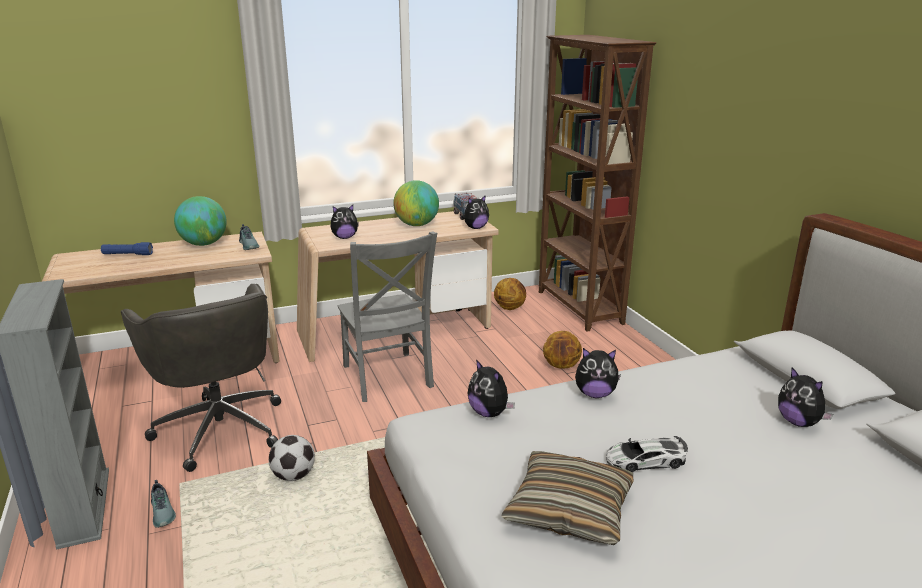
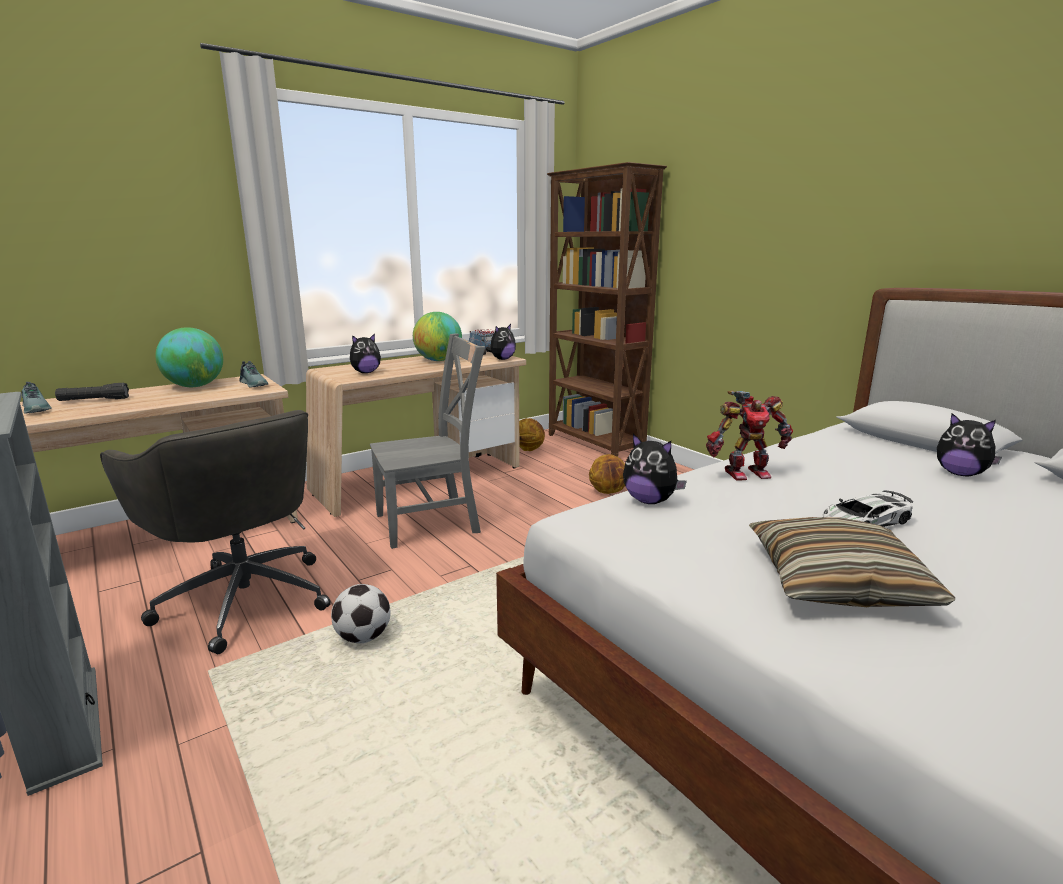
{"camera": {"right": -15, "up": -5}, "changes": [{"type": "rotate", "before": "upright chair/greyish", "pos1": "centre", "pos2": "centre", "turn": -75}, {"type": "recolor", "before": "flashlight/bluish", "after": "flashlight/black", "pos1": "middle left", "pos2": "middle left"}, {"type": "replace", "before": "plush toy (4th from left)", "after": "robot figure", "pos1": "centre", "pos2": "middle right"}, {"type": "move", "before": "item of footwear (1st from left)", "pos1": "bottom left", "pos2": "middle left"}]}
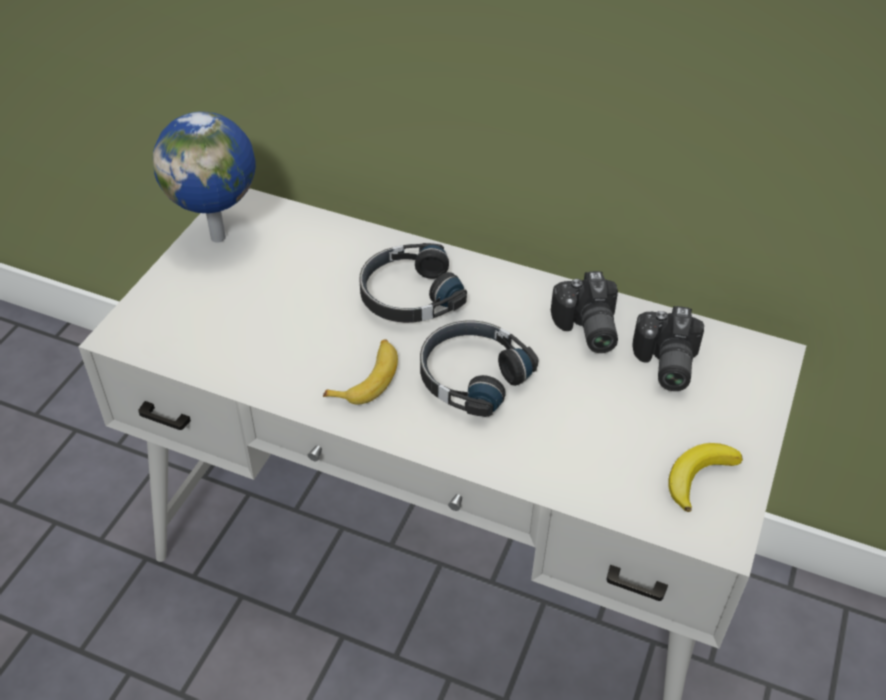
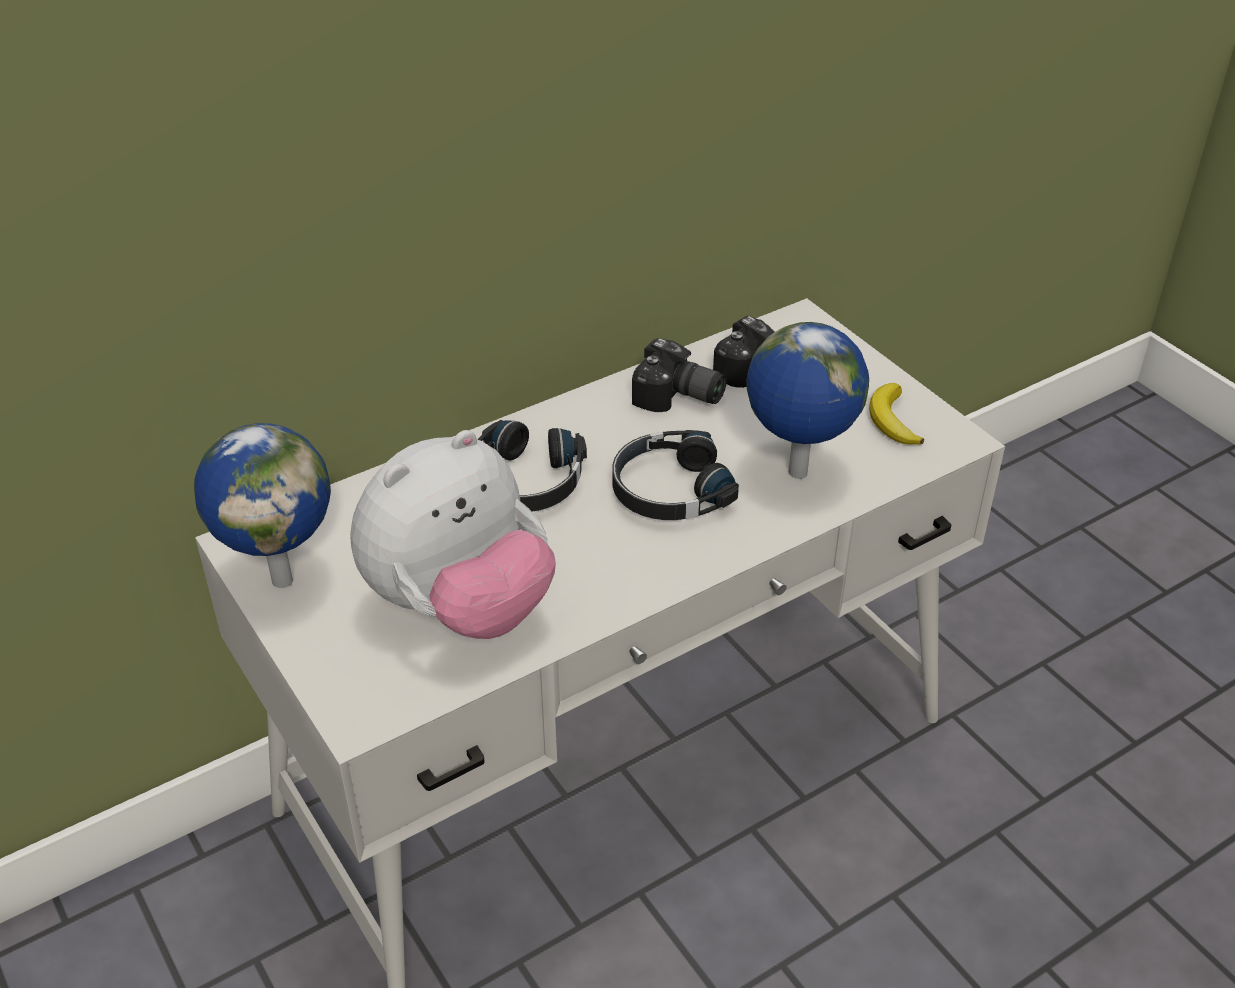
{"camera": {"right": -55, "up": -5}, "changes": [{"type": "delete", "before": "whole banana (1st from left)", "pos1": "centre"}, {"type": "insert", "after": "desk globe (2nd from left)", "pos2": "centre"}, {"type": "insert", "after": "plush toy", "pos2": "centre"}]}
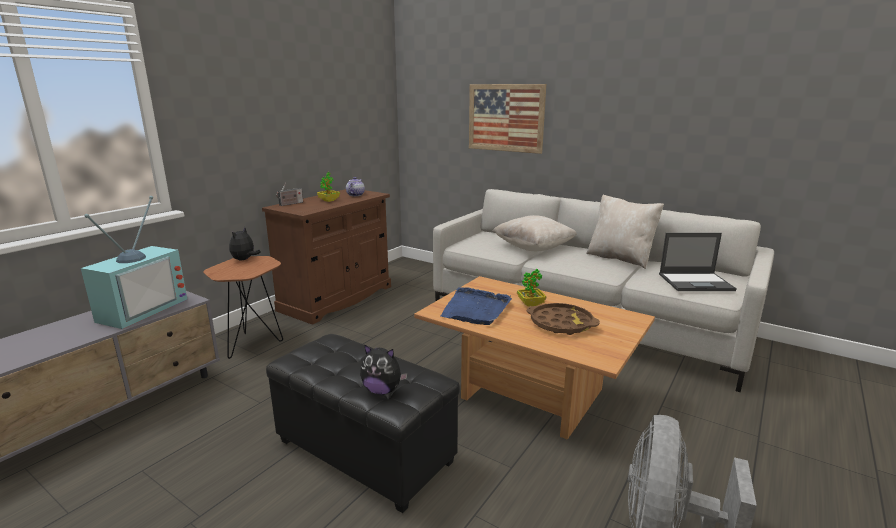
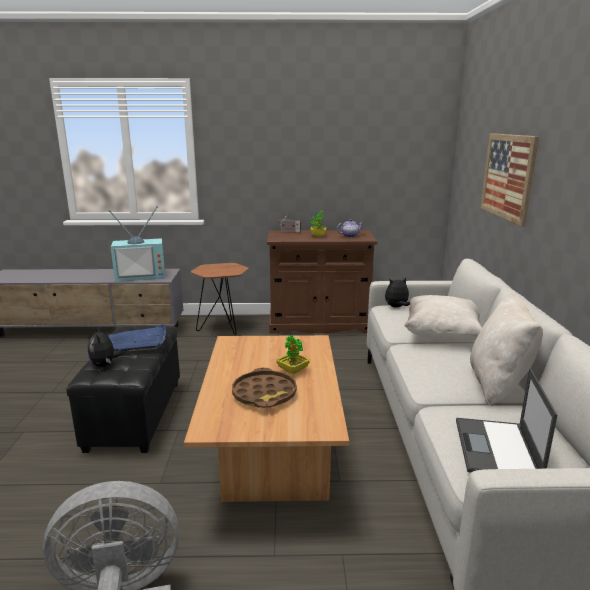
{"camera": {"right": 55, "up": 0}, "changes": [{"type": "move", "before": "plush toy (1st from left in the first image)", "after": "plush toy (2nd from left)", "pos1": "middle left", "pos2": "middle right"}, {"type": "rotate", "before": "notebook computer", "pos1": "middle right", "pos2": "bottom right", "turn": 45}, {"type": "move", "before": "tray/bluish", "pos1": "centre", "pos2": "middle left"}]}
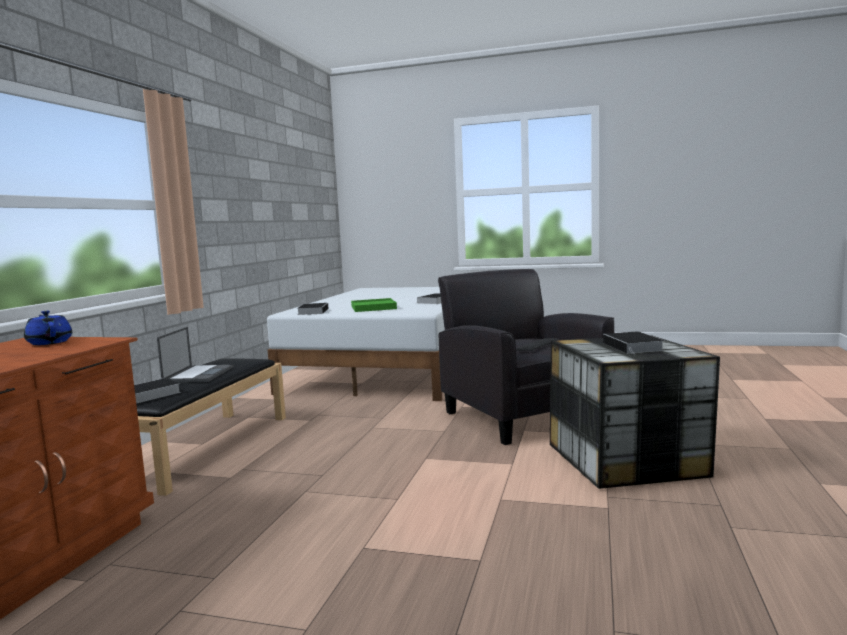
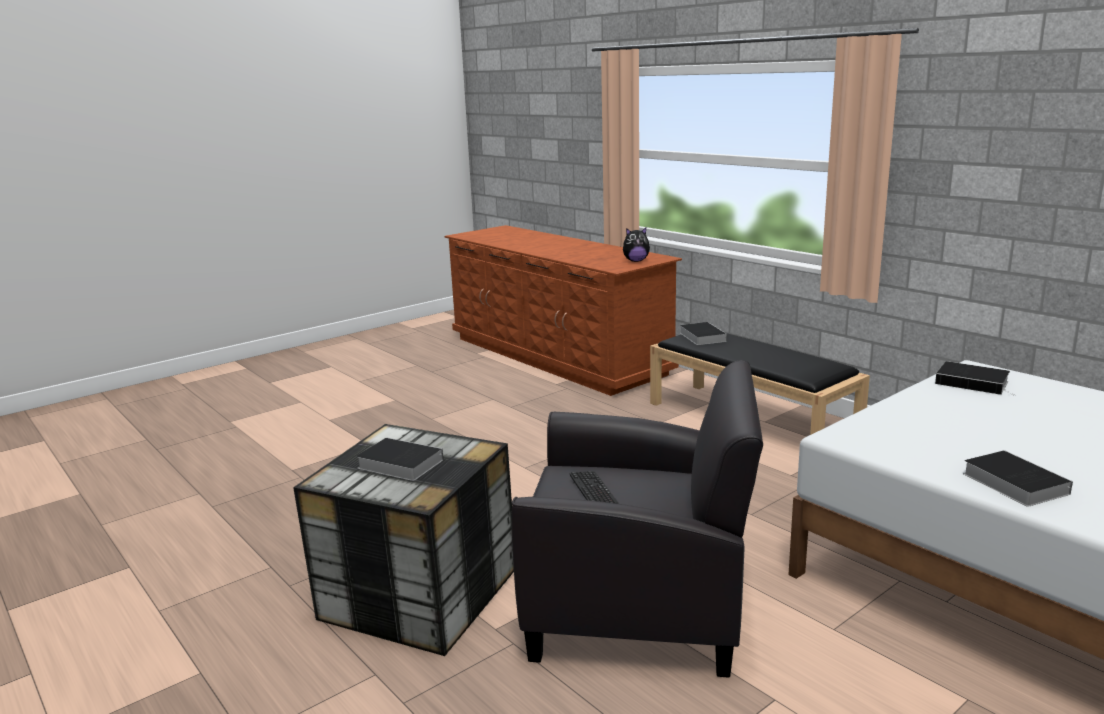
{"camera": {"right": 125, "up": 10}, "changes": [{"type": "delete", "before": "tray/green-coloured", "pos1": "centre"}, {"type": "replace", "before": "pot for tea/bluish", "after": "plush toy", "pos1": "middle left", "pos2": "centre"}, {"type": "delete", "before": "notebook computer", "pos1": "middle left"}]}
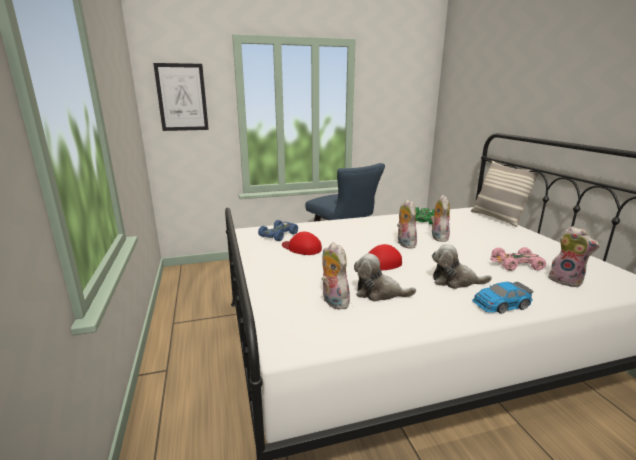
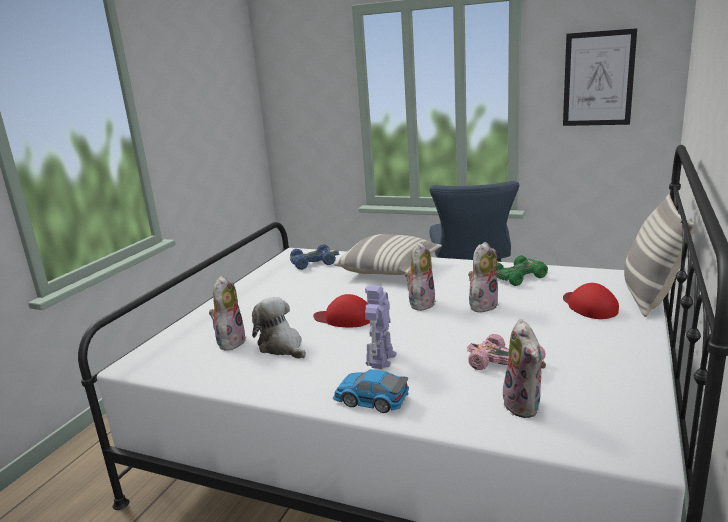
{"camera": {"right": 40, "up": 0}, "changes": [{"type": "move", "before": "wall picture", "pos1": "top left", "pos2": "top right"}, {"type": "move", "before": "peaked cap/red (1st from left in the first image)", "after": "peaked cap/red (2nd from left)", "pos1": "centre", "pos2": "middle right"}, {"type": "replace", "before": "plush toy (5th from left)", "after": "robot figure", "pos1": "middle right", "pos2": "centre"}, {"type": "insert", "after": "cushion (1st from left)", "pos2": "centre"}]}
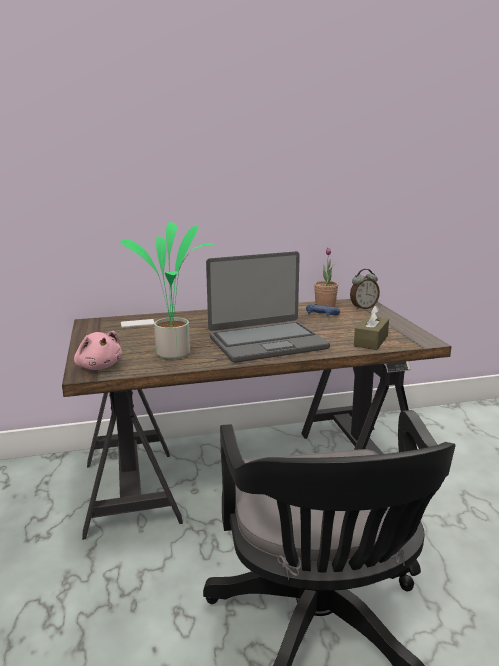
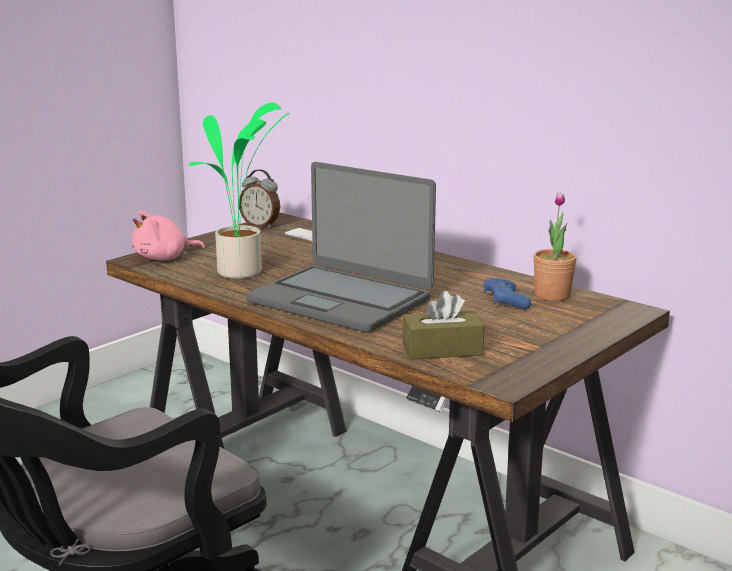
{"camera": {"right": 55, "up": 0}, "changes": [{"type": "move", "before": "alarm clock", "pos1": "middle right", "pos2": "centre"}, {"type": "rotate", "before": "plush toy/pink-coloured", "pos1": "middle left", "pos2": "middle left", "turn": 45}]}
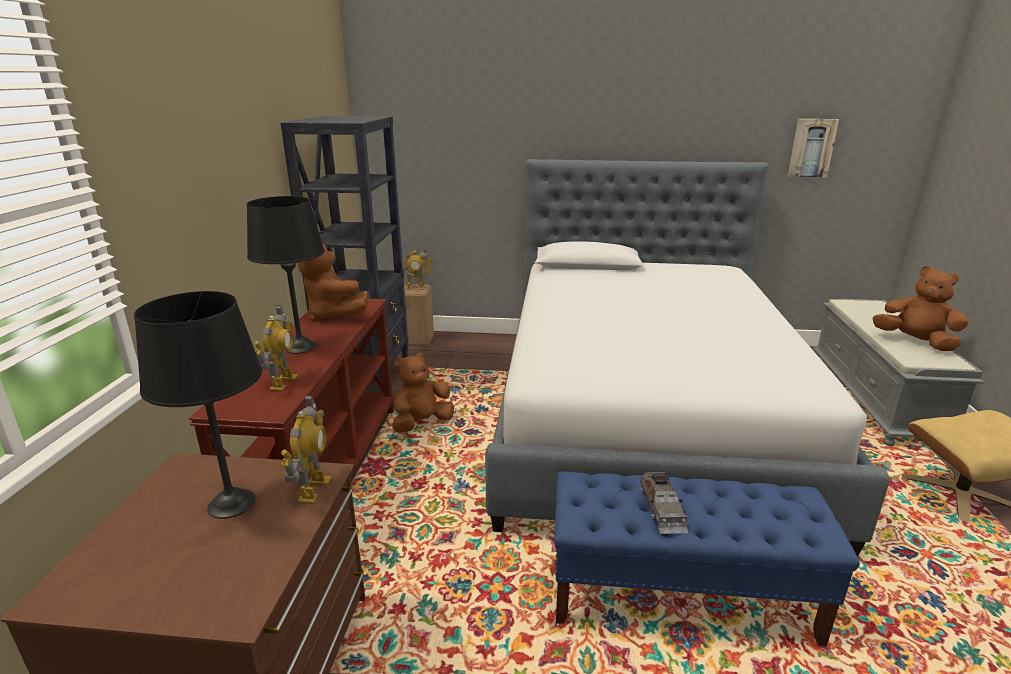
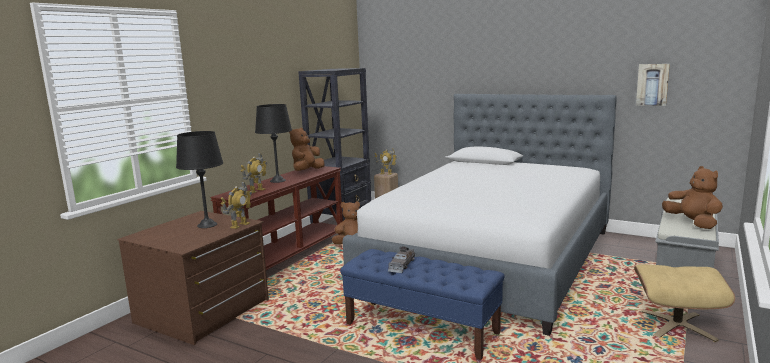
{"camera": {"right": 25, "up": -10}, "changes": [{"type": "rotate", "before": "plush toy/brown (1st from left)", "pos1": "middle left", "pos2": "centre", "turn": 45}]}
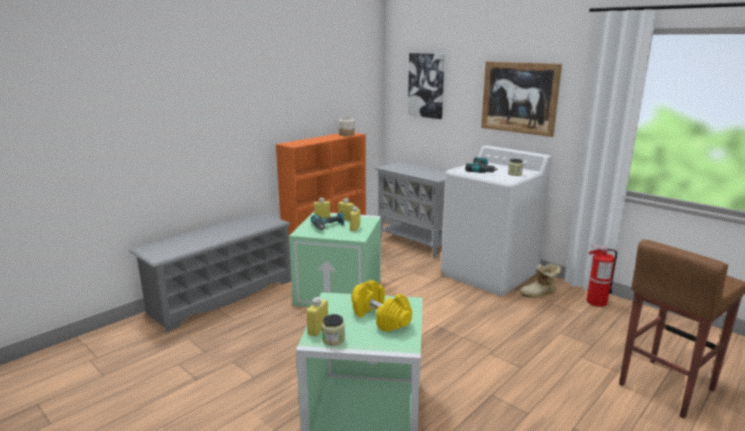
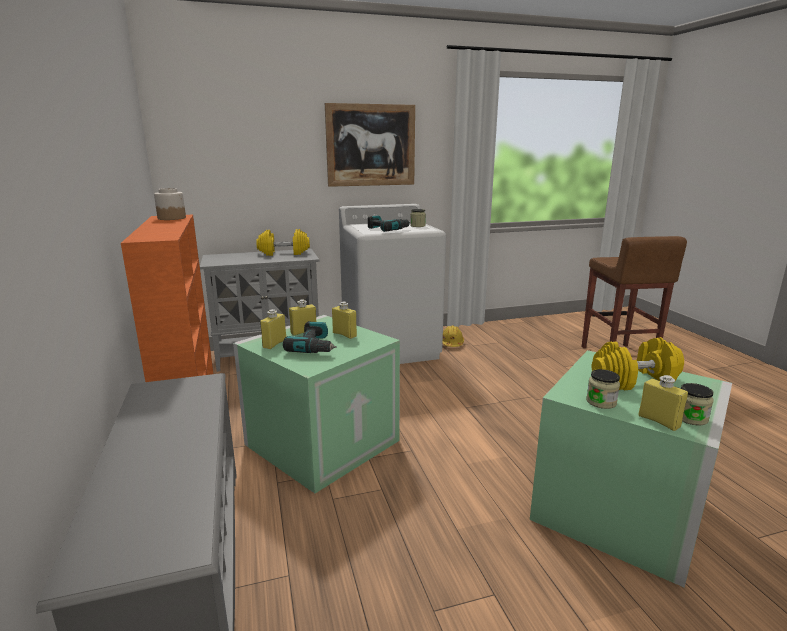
{"camera": {"right": -60, "up": 0}, "changes": [{"type": "delete", "before": "wall picture (1st from left)", "pos1": "top centre"}, {"type": "delete", "before": "extinguisher", "pos1": "middle right"}, {"type": "replace", "before": "boot", "after": "safety helmet/yellow-coloured", "pos1": "middle right", "pos2": "centre"}, {"type": "insert", "after": "free weight/yellow-coloured (1st from left)", "pos2": "centre"}, {"type": "insert", "after": "jar (3rd from left)", "pos2": "middle right"}]}
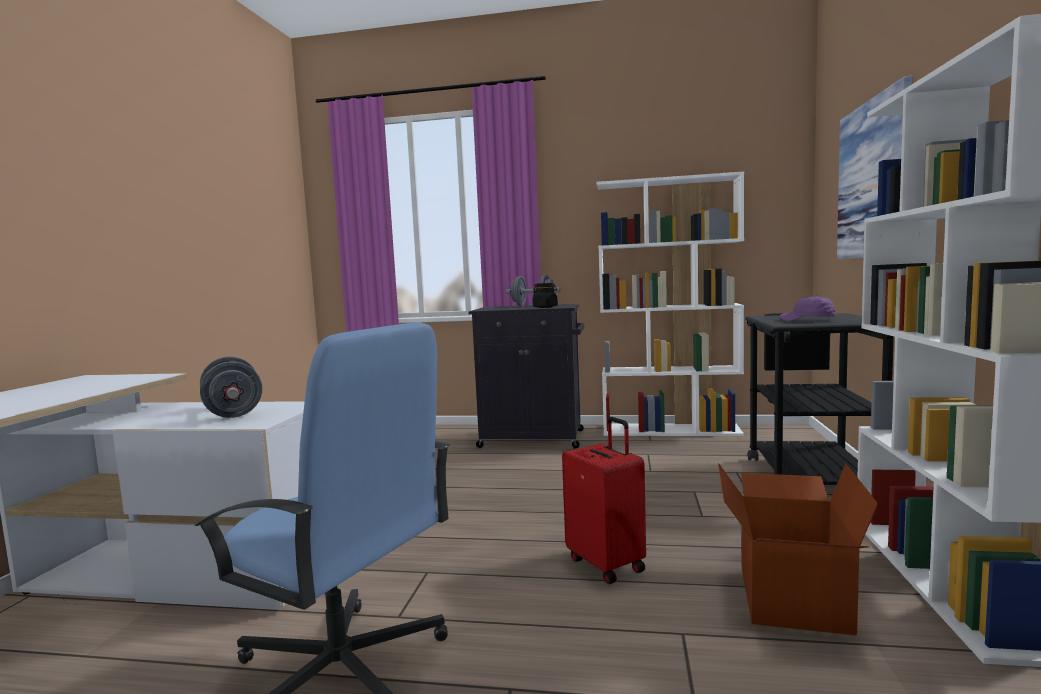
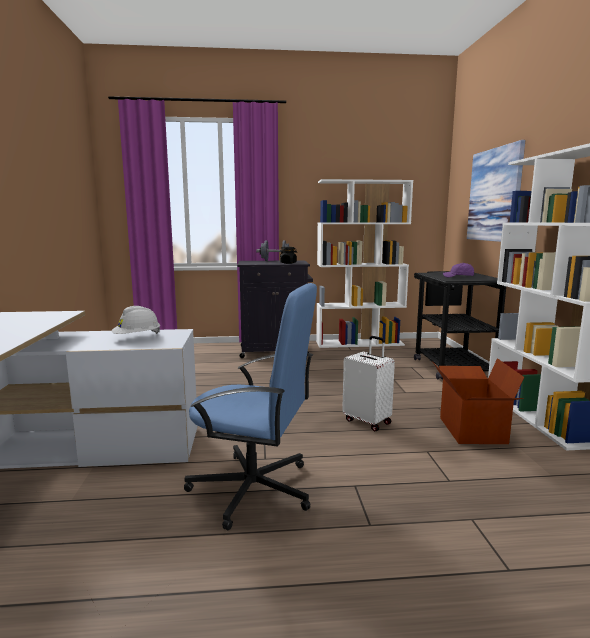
{"camera": {"right": -15, "up": 5}, "changes": [{"type": "replace", "before": "free weight/greyish (1st from left)", "after": "safety helmet/white", "pos1": "middle left", "pos2": "middle left"}, {"type": "recolor", "before": "suitcase/red", "after": "suitcase/white", "pos1": "bottom centre", "pos2": "centre"}]}
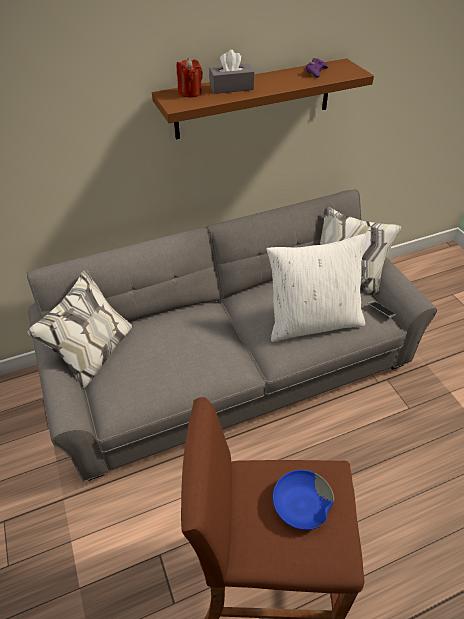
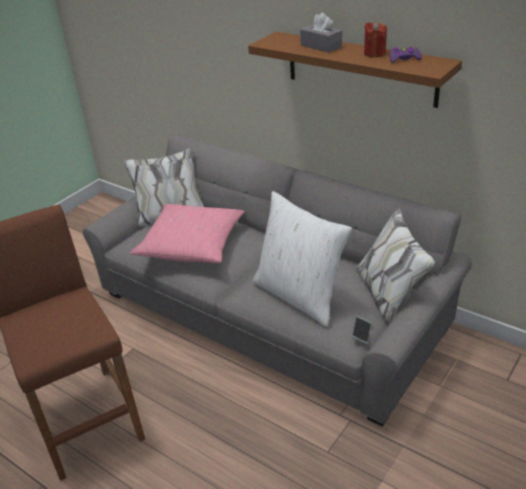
{"camera": {"right": 60, "up": -10}, "changes": [{"type": "move", "before": "candle/red", "pos1": "top centre", "pos2": "top right"}, {"type": "delete", "before": "bowl/bluish", "pos1": "bottom centre"}, {"type": "insert", "after": "cushion/pink-coloured", "pos2": "centre"}]}
